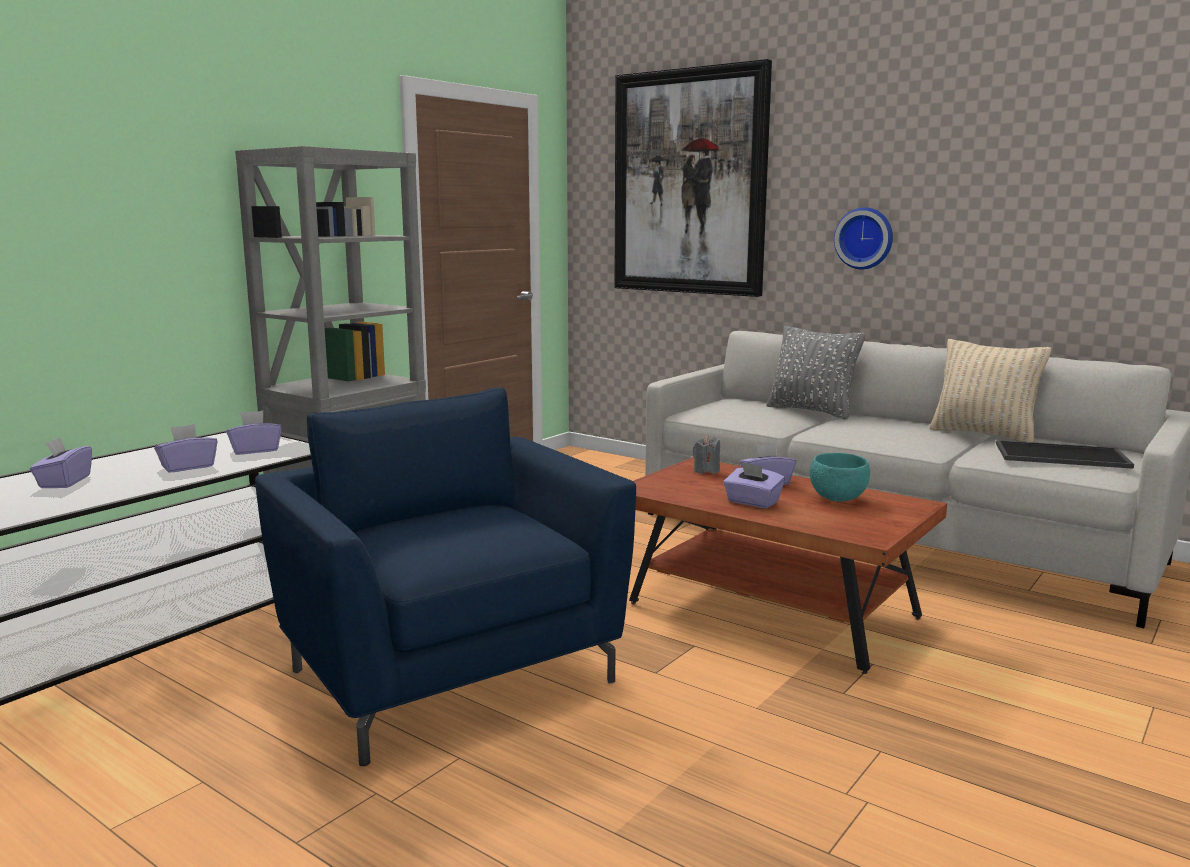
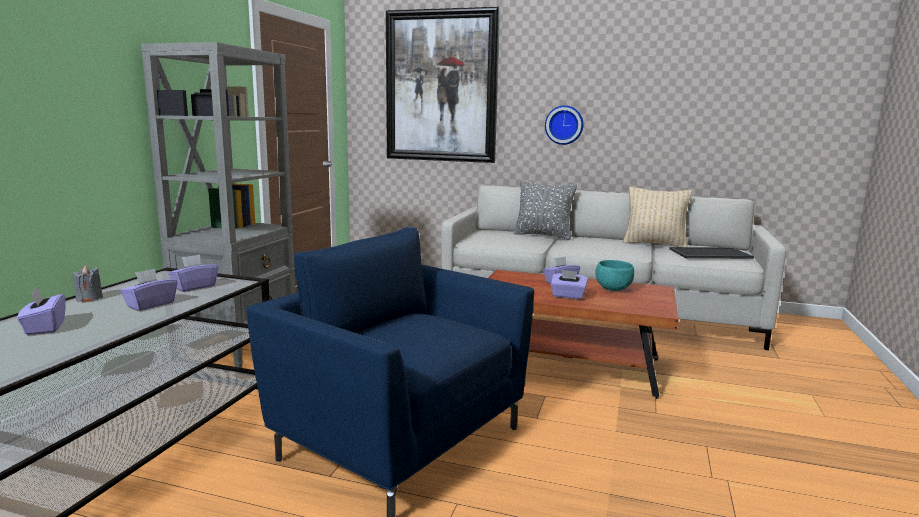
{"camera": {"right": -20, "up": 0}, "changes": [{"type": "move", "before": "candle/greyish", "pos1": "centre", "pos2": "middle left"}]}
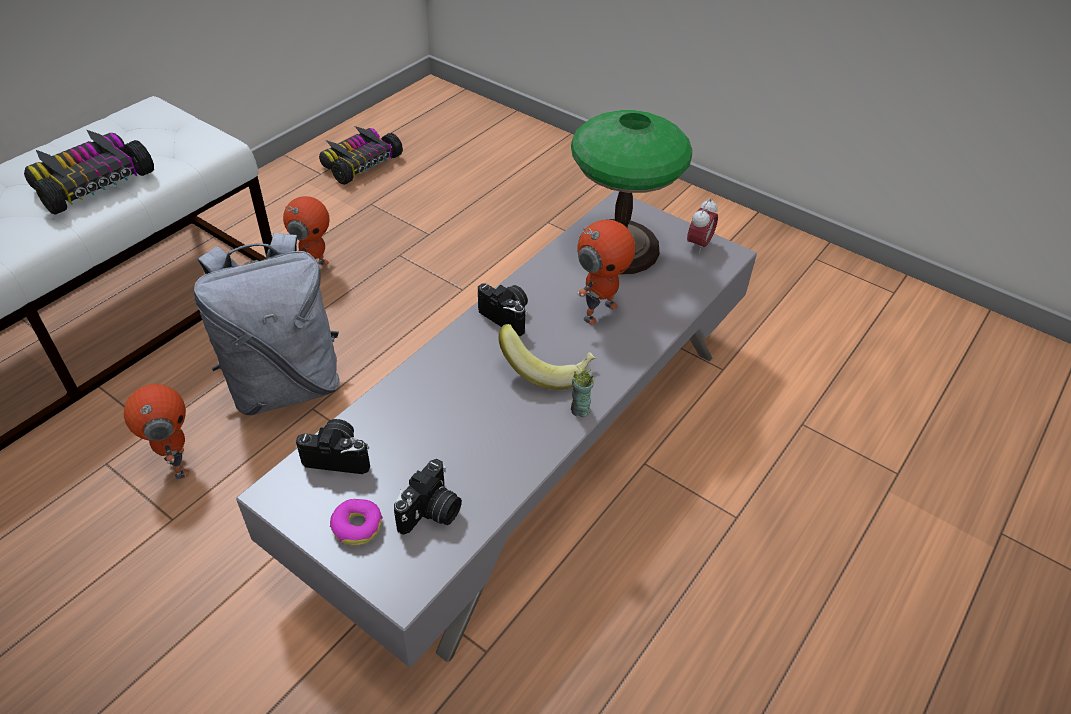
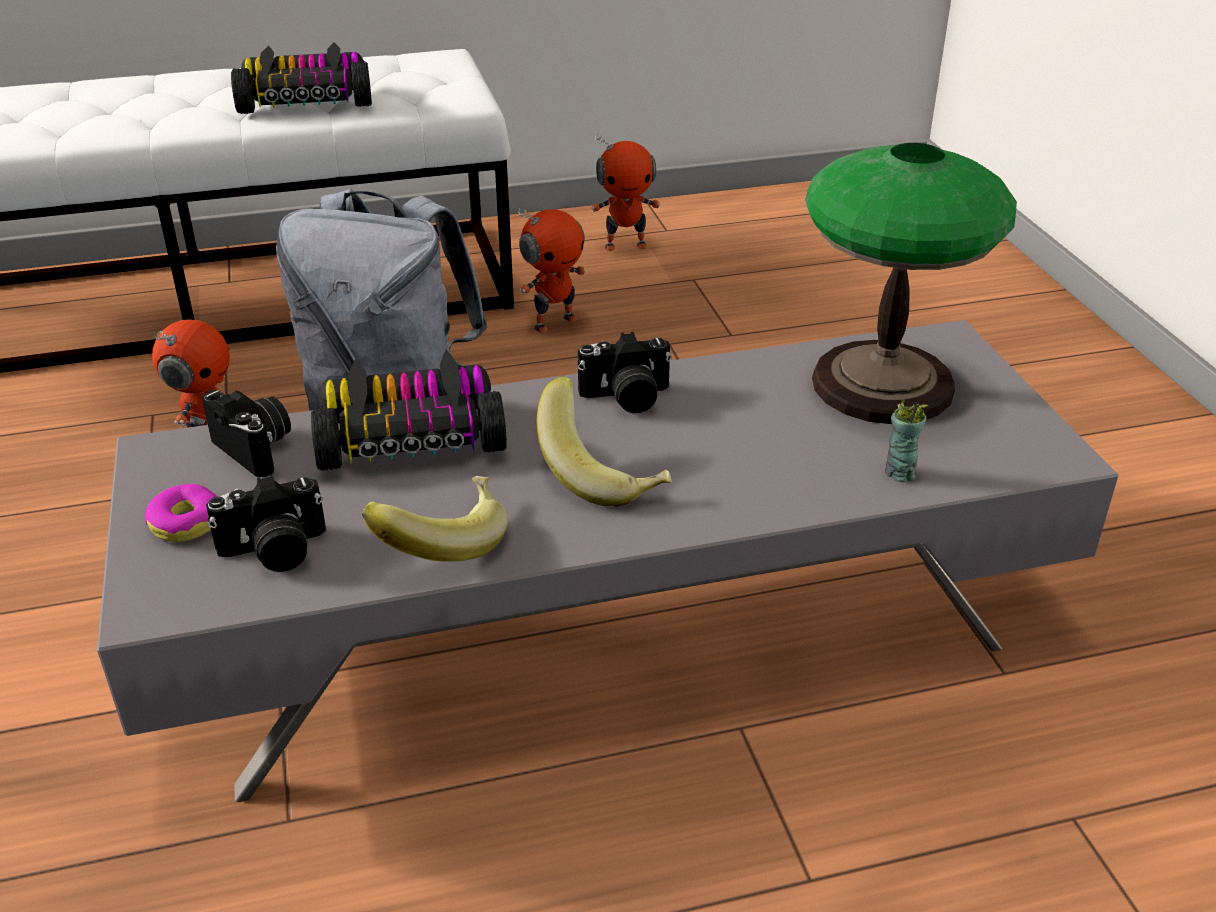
{"camera": {"right": 40, "up": -10}, "changes": [{"type": "move", "before": "model car (2nd from left)", "pos1": "top centre", "pos2": "centre"}, {"type": "delete", "before": "alarm clock", "pos1": "top centre"}, {"type": "move", "before": "robot figure (3rd from left)", "pos1": "centre", "pos2": "top centre"}, {"type": "rotate", "before": "still camera (3rd from left)", "pos1": "centre", "pos2": "centre", "turn": 90}, {"type": "move", "before": "small cup", "pos1": "centre", "pos2": "middle right"}, {"type": "insert", "after": "whole banana (1st from left)", "pos2": "centre"}]}
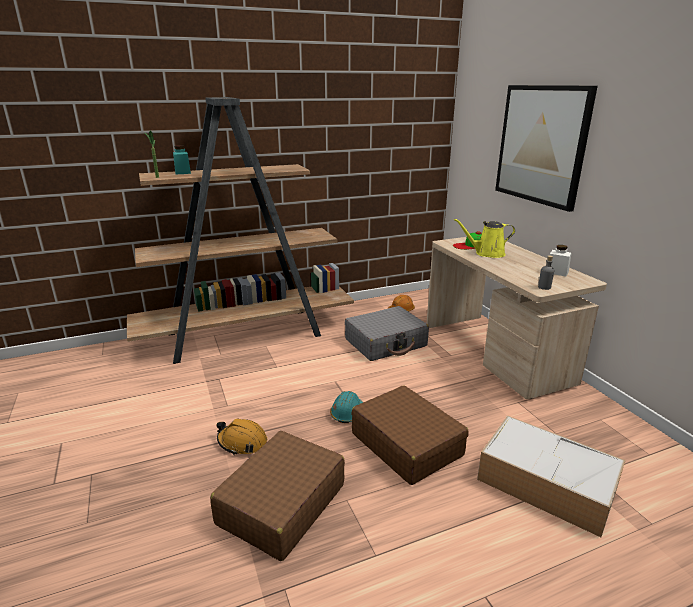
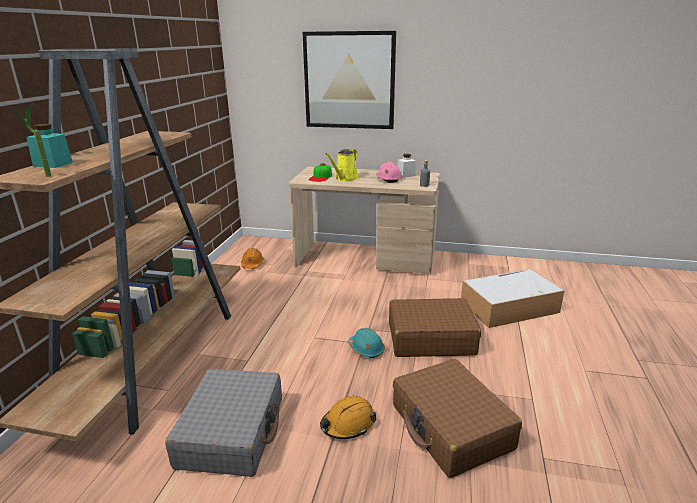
{"camera": {"right": -55, "up": 0}, "changes": [{"type": "move", "before": "suitcase/greyish", "pos1": "centre", "pos2": "bottom left"}, {"type": "insert", "after": "safety helmet/pink-coloured", "pos2": "centre"}]}
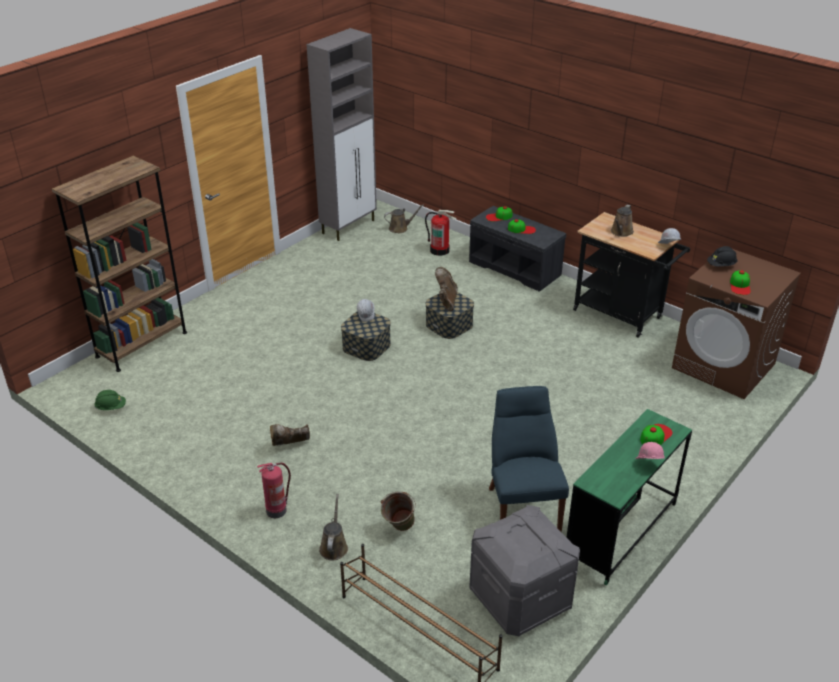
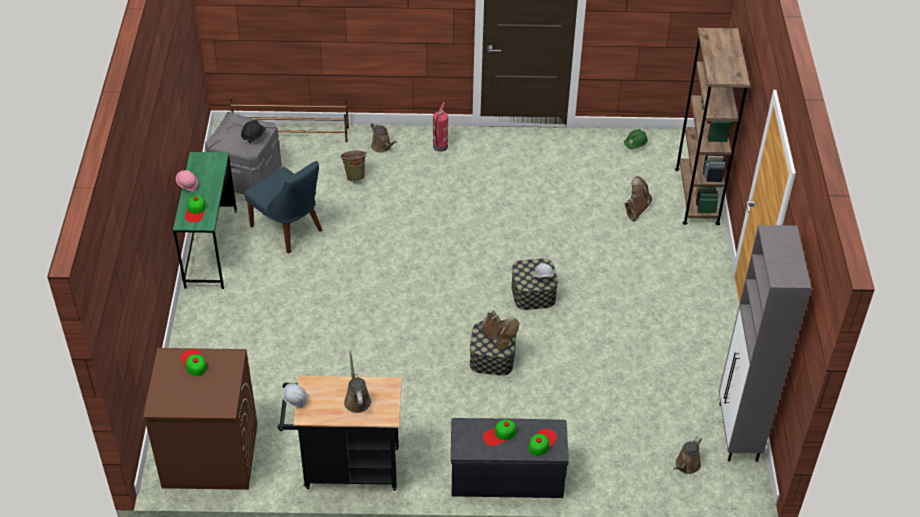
{"camera": {"right": 140, "up": 10}, "changes": [{"type": "delete", "before": "extinguisher (2nd from left)", "pos1": "centre"}, {"type": "move", "before": "safety helmet/black", "pos1": "middle right", "pos2": "top left"}, {"type": "move", "before": "boot/brown (1st from left in the first image)", "after": "boot/brown (2nd from left)", "pos1": "centre", "pos2": "middle right"}]}
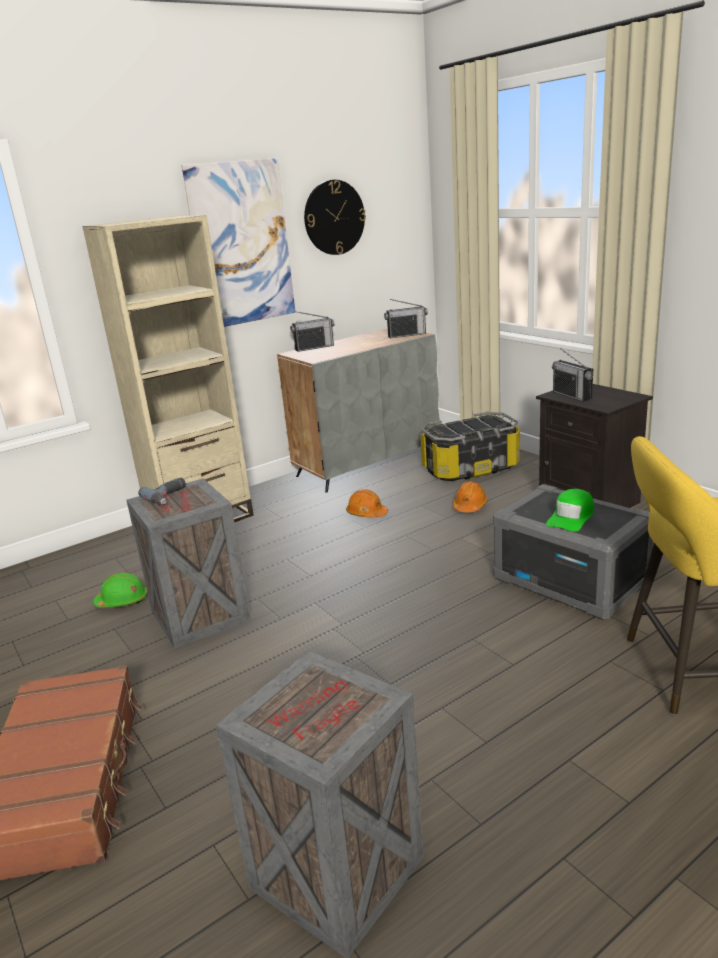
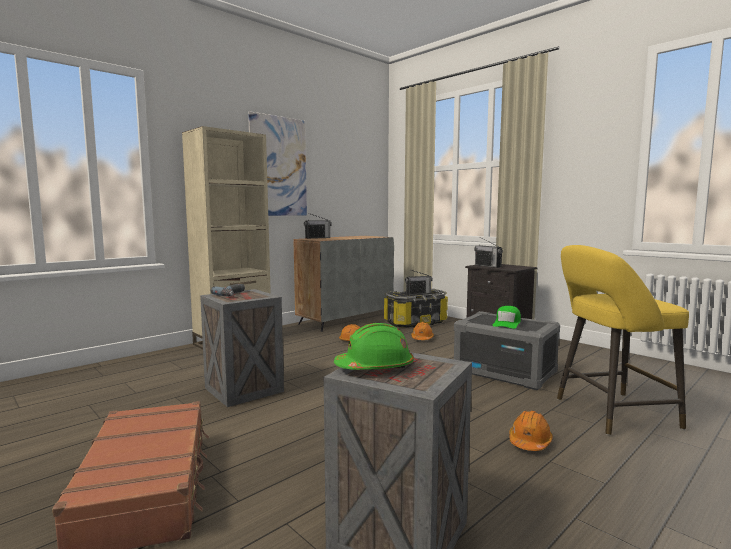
{"camera": {"right": -10, "up": -15}, "changes": [{"type": "delete", "before": "hanging clock", "pos1": "top centre"}, {"type": "move", "before": "radio (2nd from left)", "pos1": "top centre", "pos2": "centre"}, {"type": "move", "before": "safety helmet/green-coloured", "pos1": "middle left", "pos2": "centre"}, {"type": "insert", "after": "safety helmet/orange-coloured (3rd from left)", "pos2": "bottom right"}]}
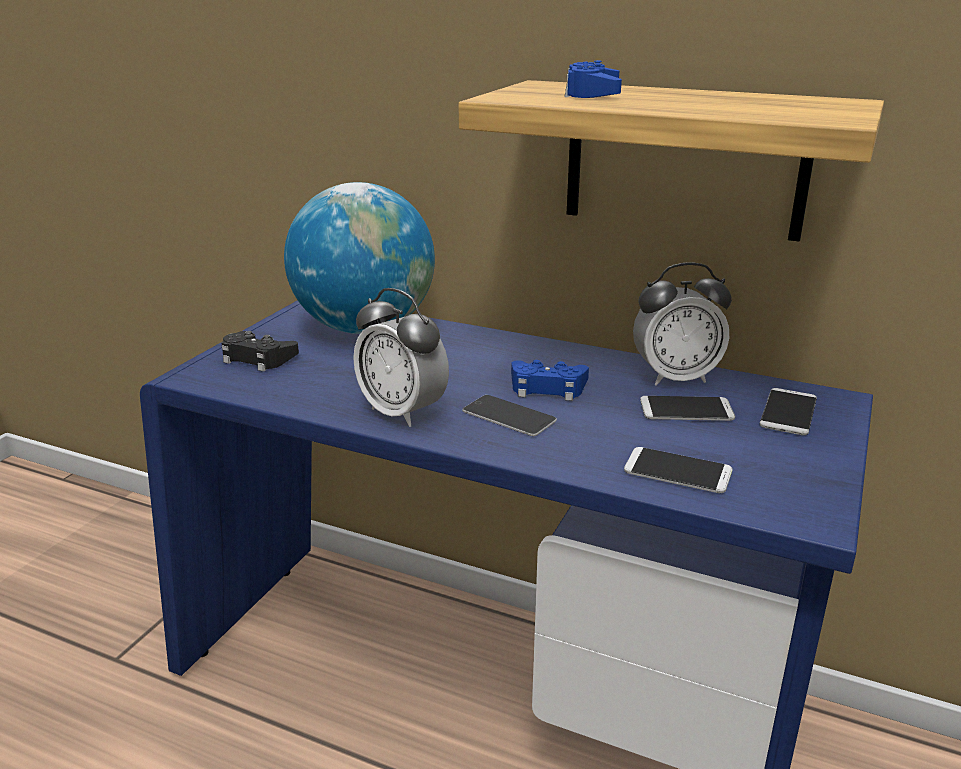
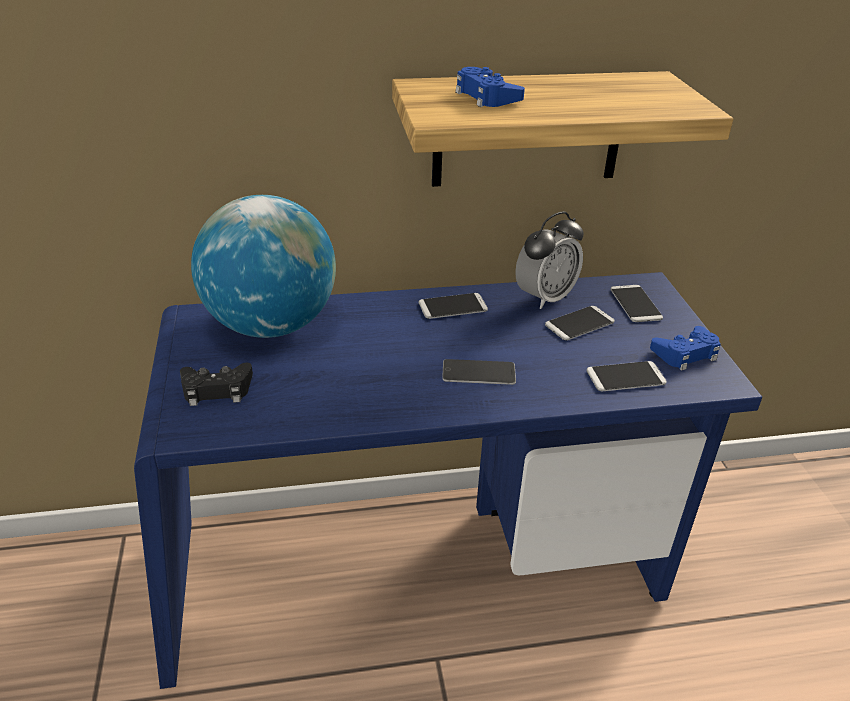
{"camera": {"right": -35, "up": 10}, "changes": [{"type": "delete", "before": "alarm clock (1st from left)", "pos1": "centre"}, {"type": "move", "before": "game controller/bluish (1st from left in the first image)", "after": "game controller/bluish (2nd from left)", "pos1": "centre", "pos2": "middle right"}, {"type": "insert", "after": "handset (1st from left)", "pos2": "centre"}]}
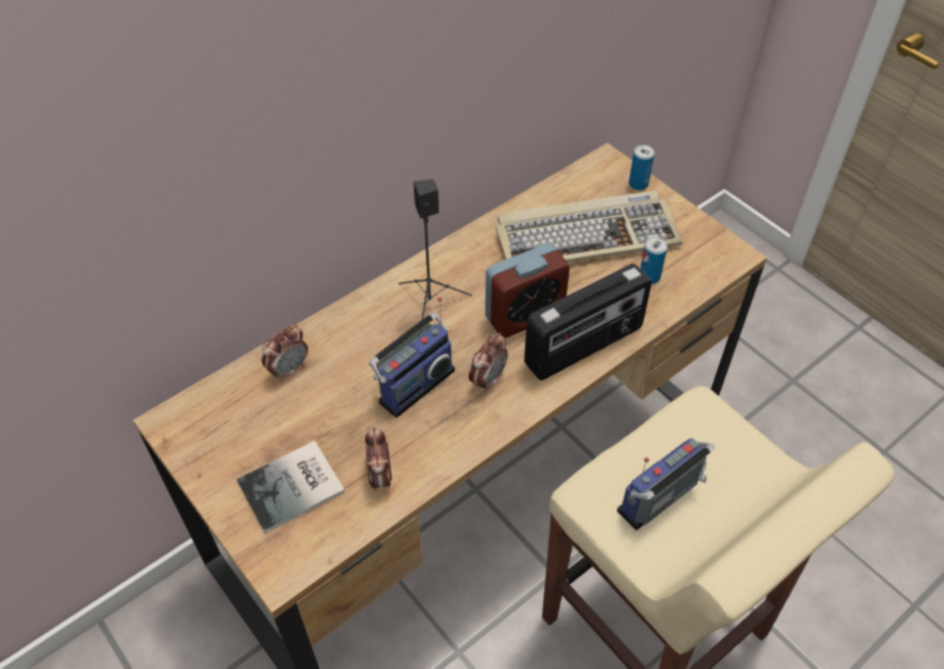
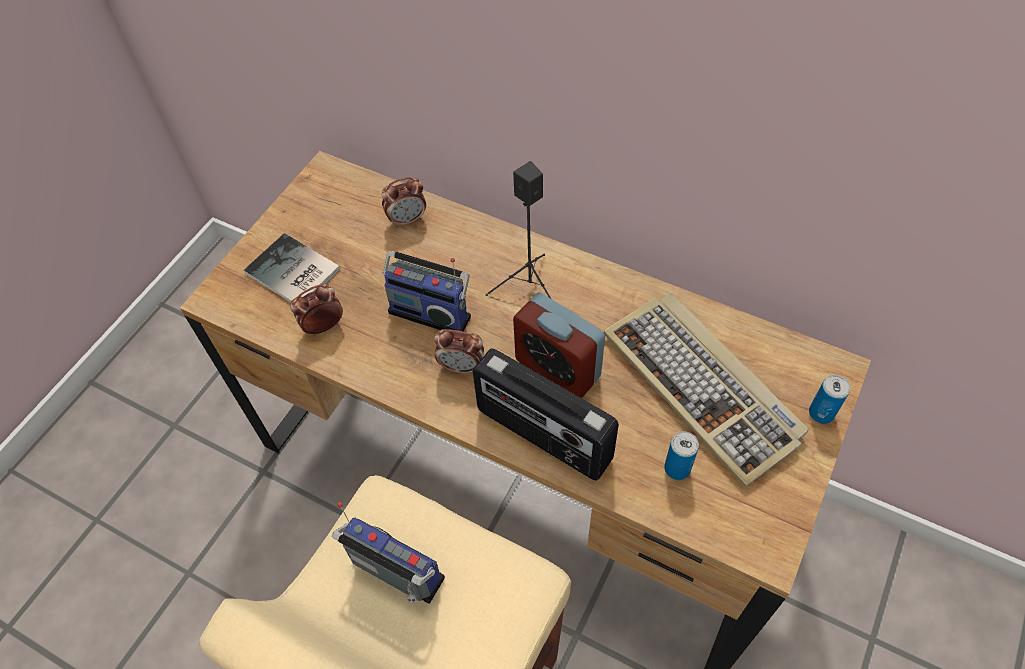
{"camera": {"right": 70, "up": 5}, "changes": [{"type": "rotate", "before": "alarm clock (1st from left in the first image)", "pos1": "middle left", "pos2": "top centre", "turn": -45}]}
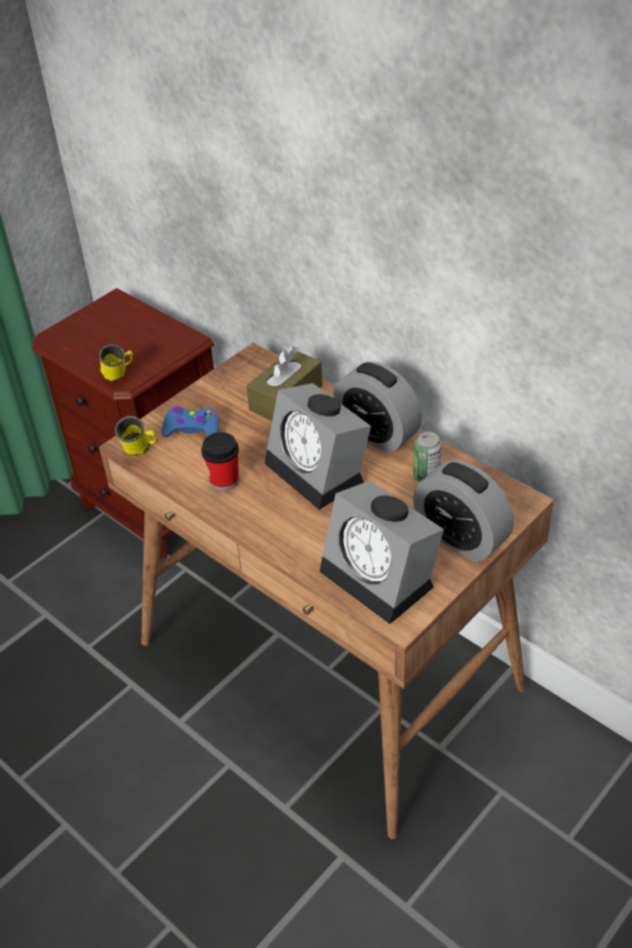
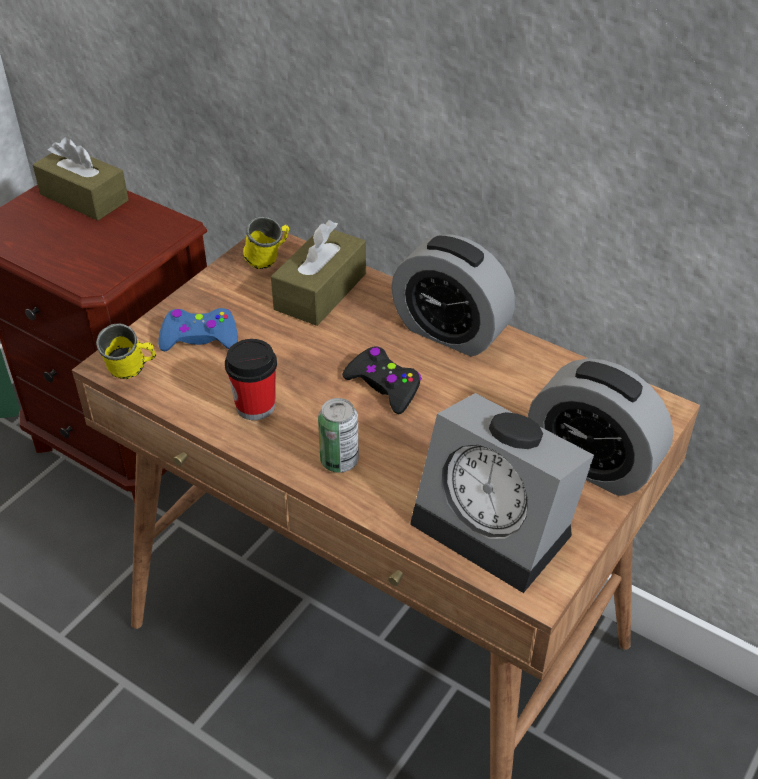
{"camera": {"right": -10, "up": 0}, "changes": [{"type": "move", "before": "mug/yellow-coloured (1st from left in the first image)", "after": "mug/yellow-coloured (2nd from left)", "pos1": "middle left", "pos2": "top centre"}, {"type": "replace", "before": "alarm clock (1st from left)", "after": "game controller/black", "pos1": "centre", "pos2": "centre"}, {"type": "move", "before": "metal can", "pos1": "middle right", "pos2": "centre"}, {"type": "insert", "after": "tissue box/brown (1st from left)", "pos2": "top left"}]}
